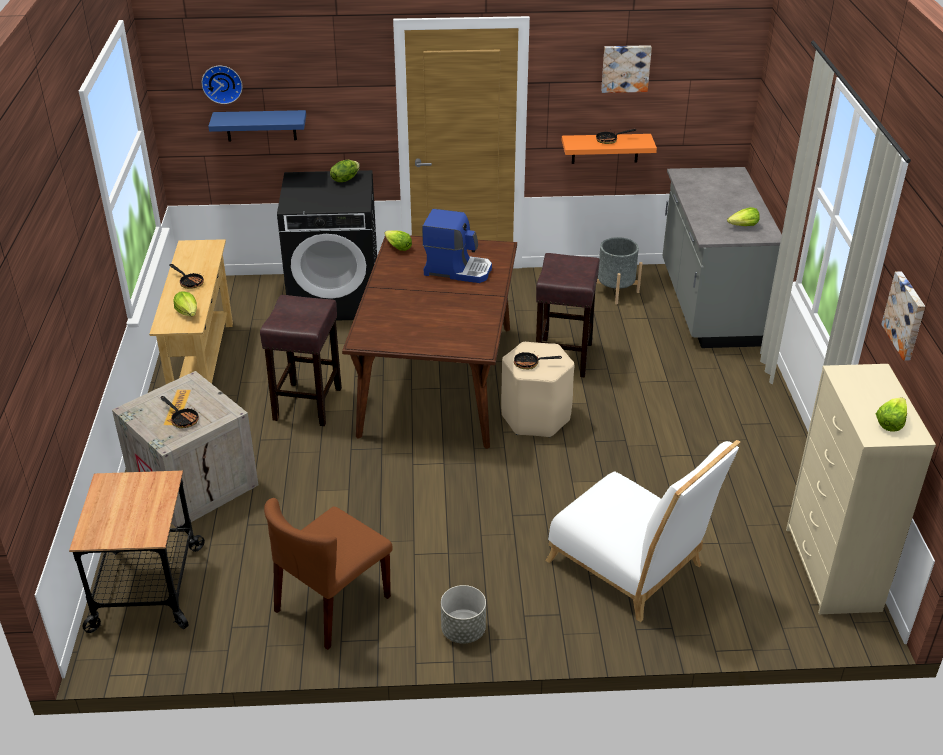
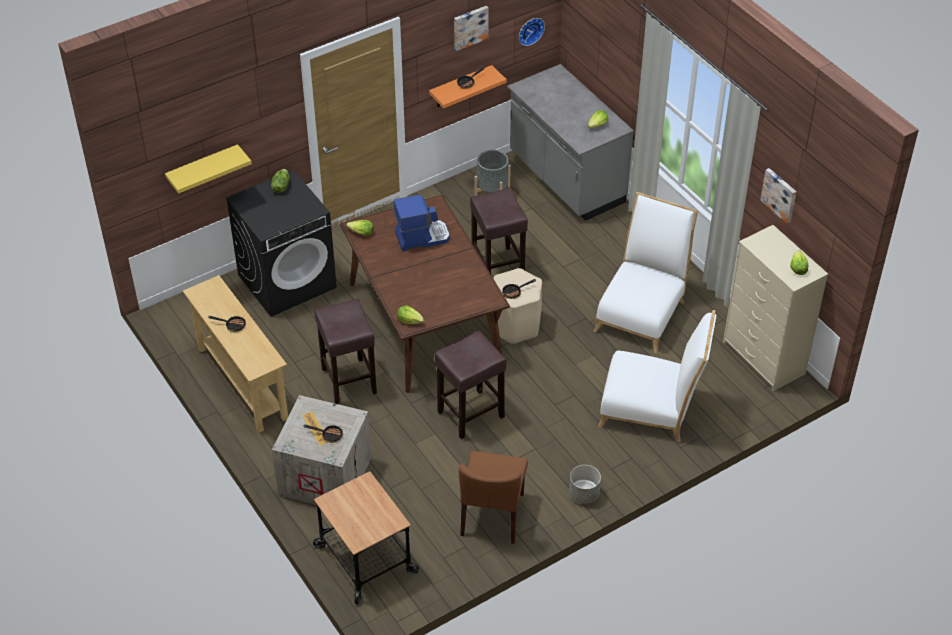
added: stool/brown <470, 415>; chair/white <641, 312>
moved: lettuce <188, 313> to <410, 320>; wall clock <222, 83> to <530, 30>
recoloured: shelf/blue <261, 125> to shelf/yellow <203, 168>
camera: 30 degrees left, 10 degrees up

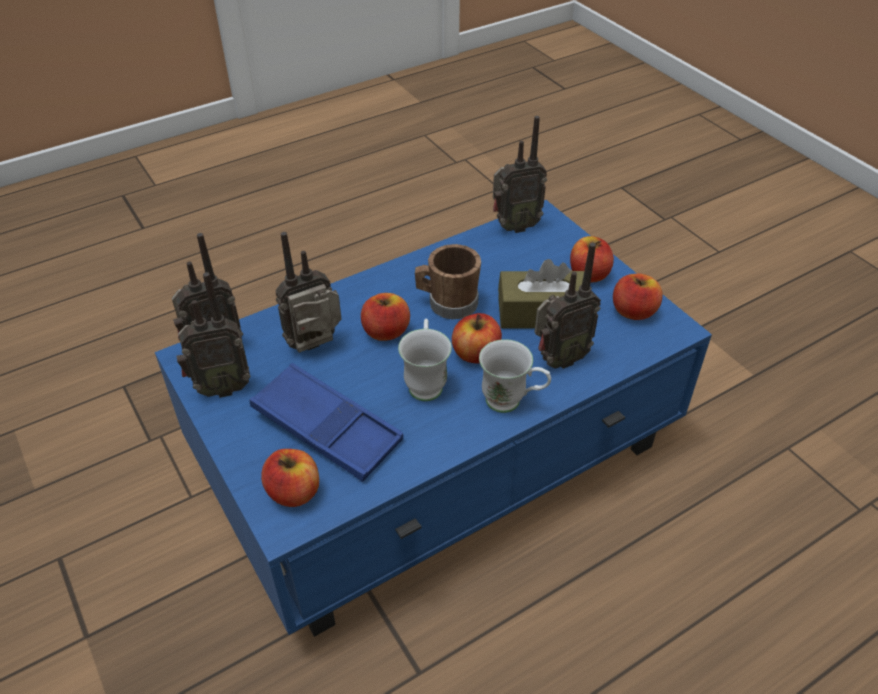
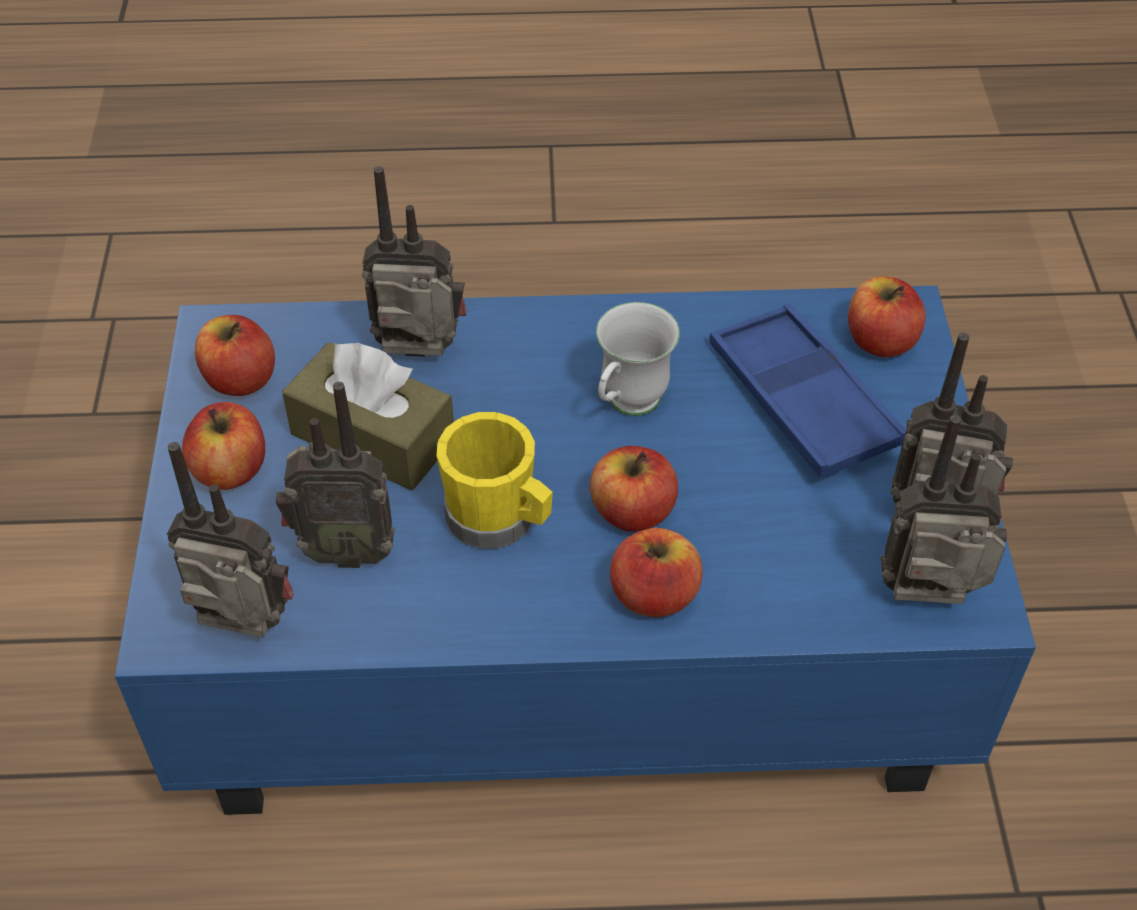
removed: mug/white <512, 403>
moved: radio <317, 348> to <345, 550>; apple <476, 353> to <654, 595>
recoloured: mug/brown <447, 303> to mug/yellow <499, 519>
camera: 150 degrees left, 5 degrees up

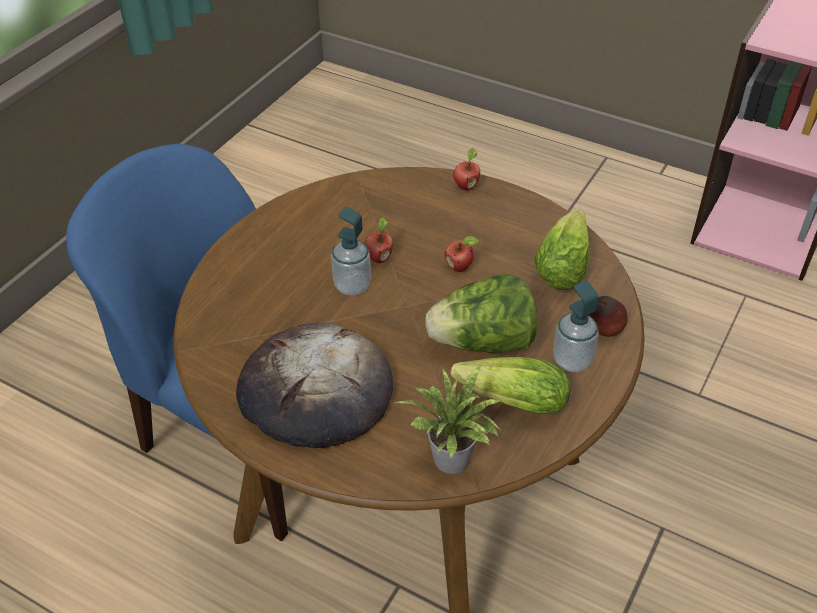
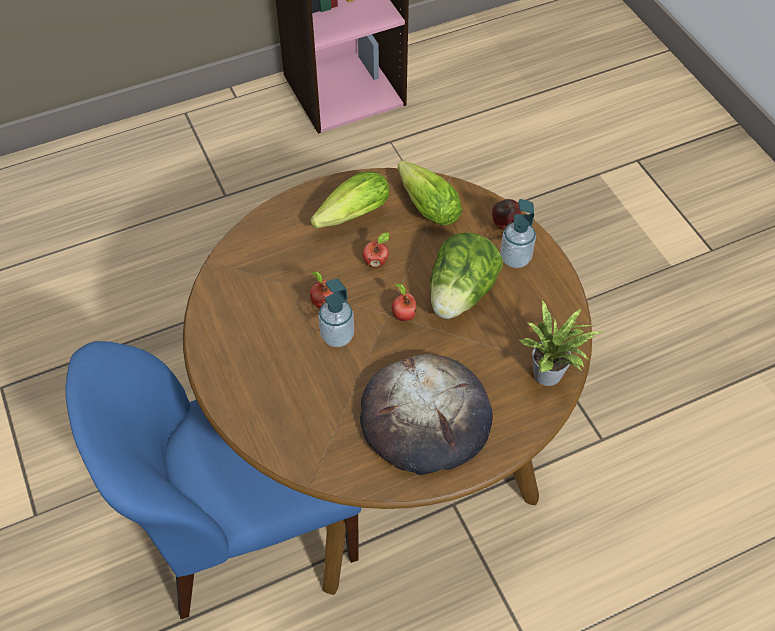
moved: lettuce <507, 401> to <349, 217>; apple <466, 186> to <403, 315>
camera: 55 degrees left, 10 degrees up

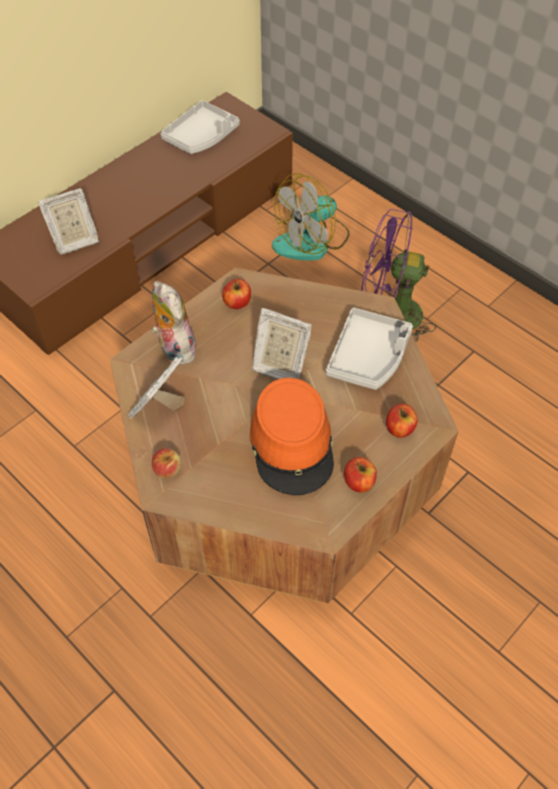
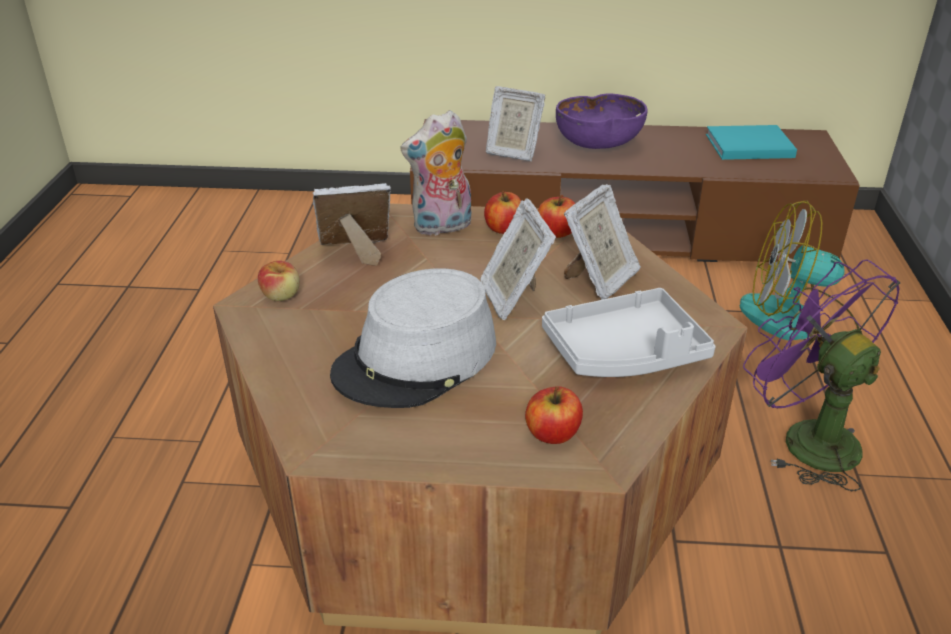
added: bowl/purple <598, 144>; picture frame <599, 280>
moved: apple <359, 482> to <504, 228>
replaced: tray/grey <201, 136> to book/turquoise <746, 146>
recoloured: hat/orange <292, 443> to hat/grey <417, 359>
turned: plush toy <174, 348> = <442, 227> 135 degrees counterclockwise
camera: 50 degrees right, 20 degrees down

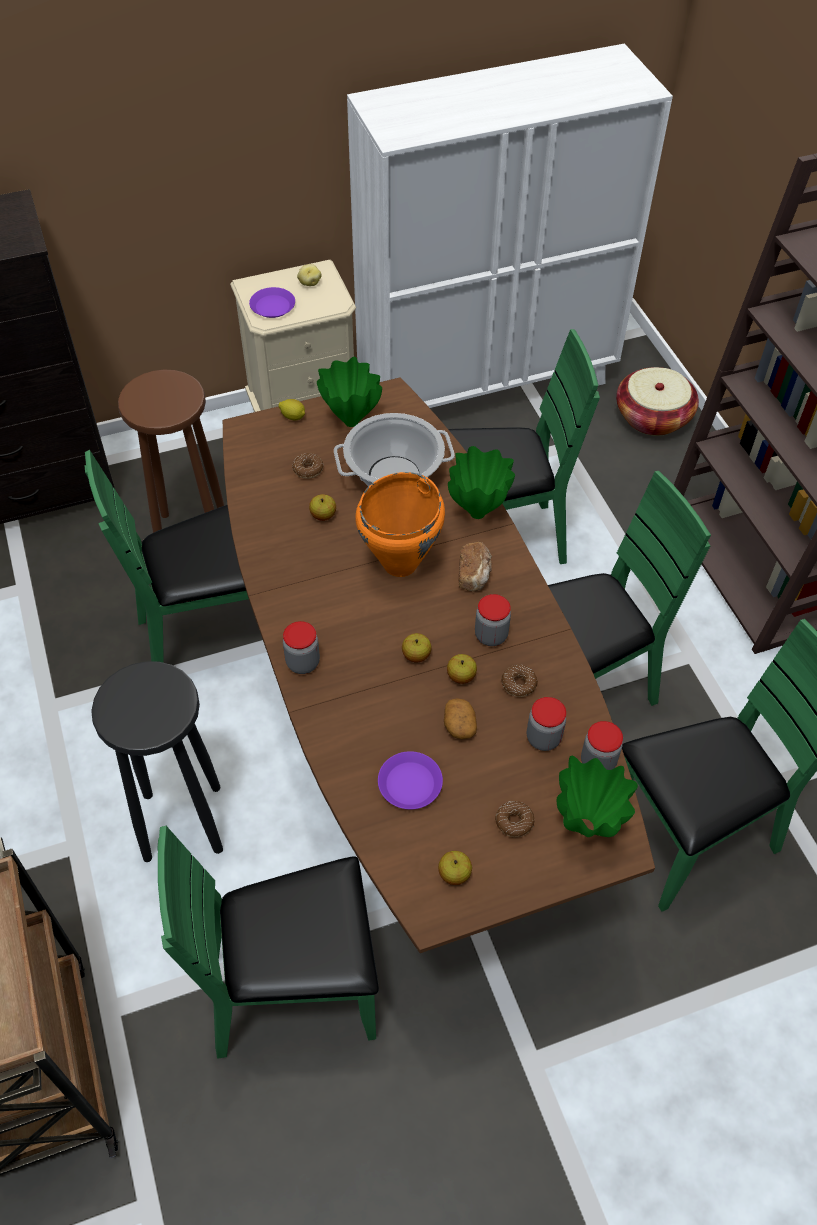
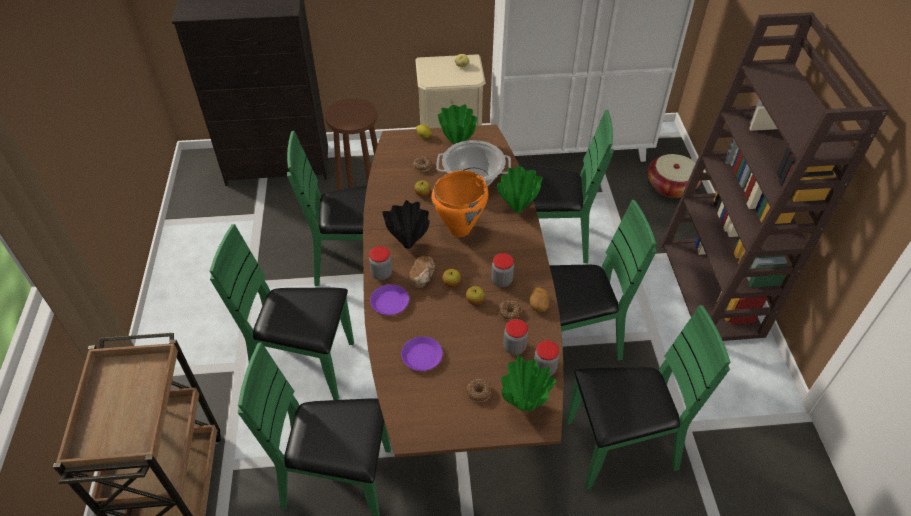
removed: apple <454, 874>
added: vase/black <409, 245>
moved: plate/purple <272, 307> to <389, 302>; potato <459, 725> to <538, 304>; bread <474, 574> to <422, 277>
replaced: stool/black <182, 820> to chair/green <305, 365>
camera: 15 degrees right, 5 degrees down

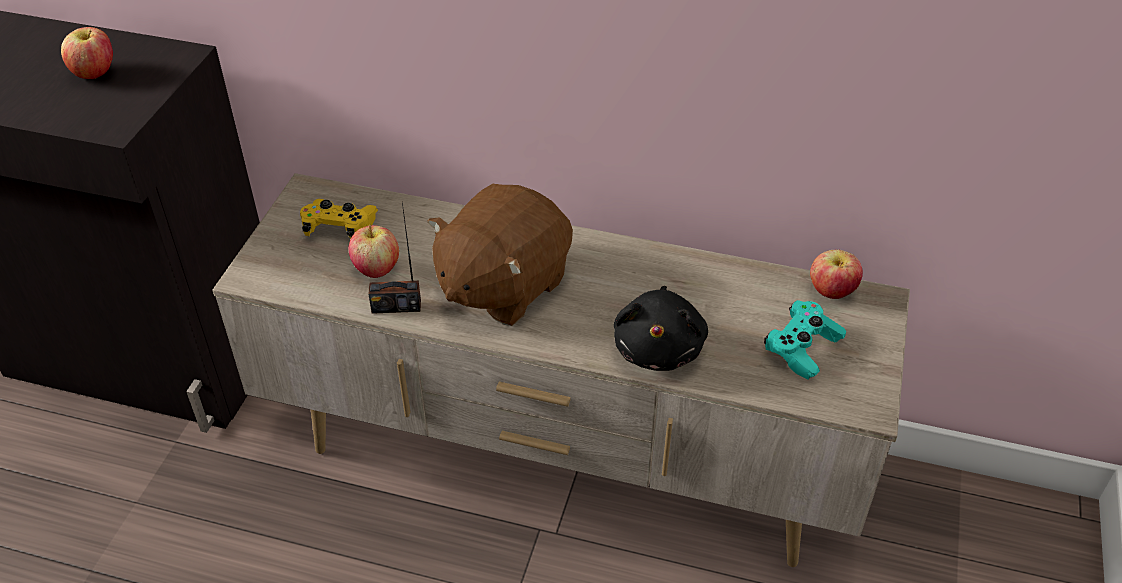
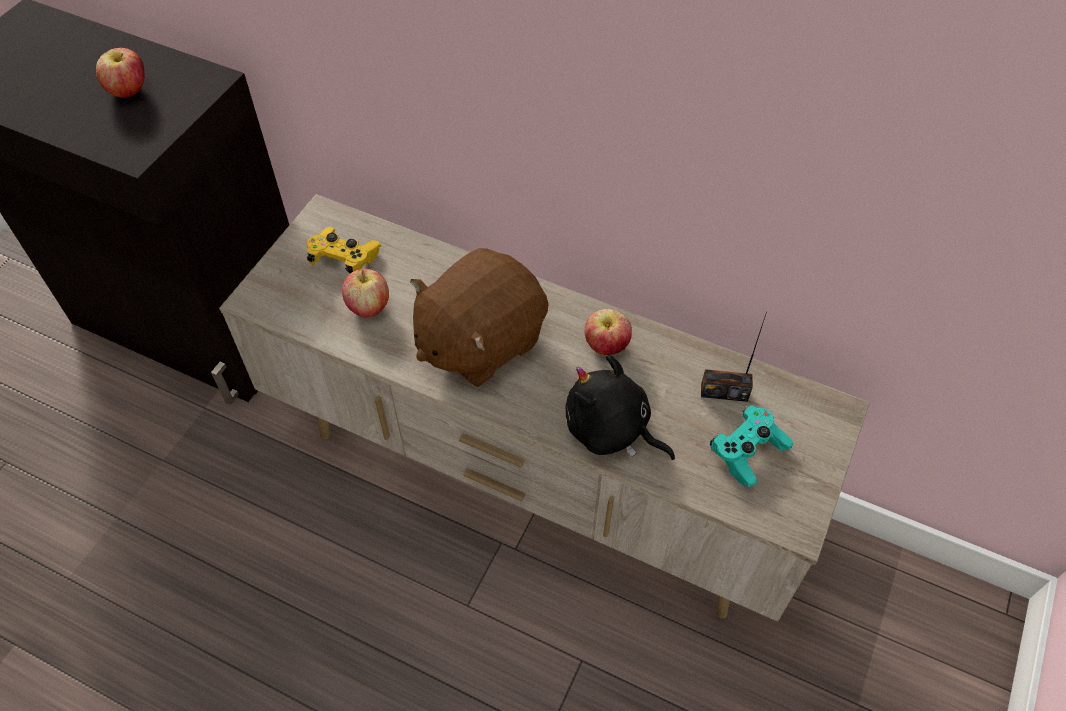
moved: radio <396, 306> to <724, 392>; apple <831, 292> to <606, 346>
turned: plush toy/black <659, 347> = <611, 430> 105 degrees clockwise
camera: 10 degrees right, 10 degrees up

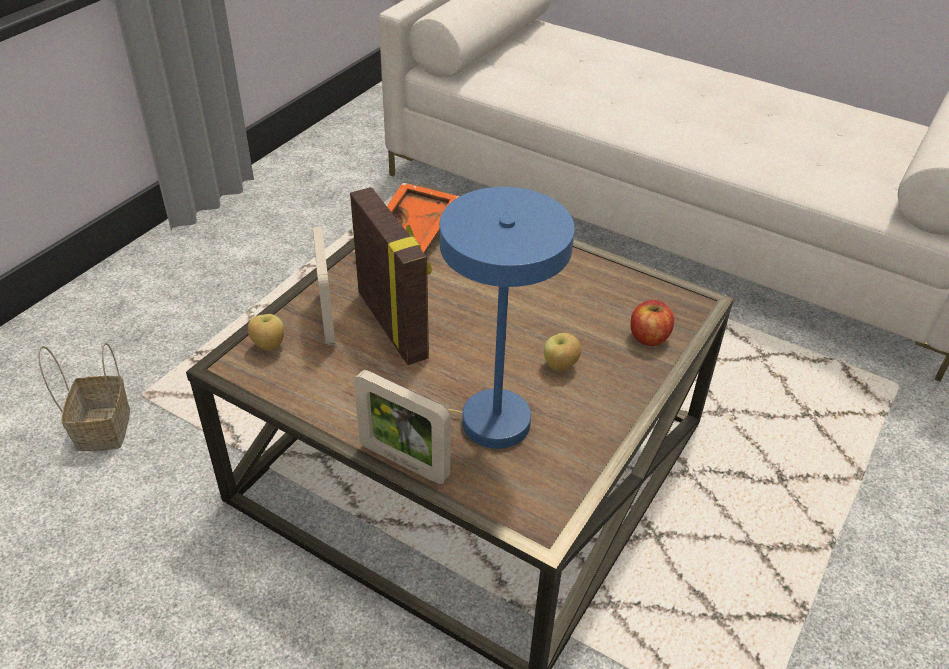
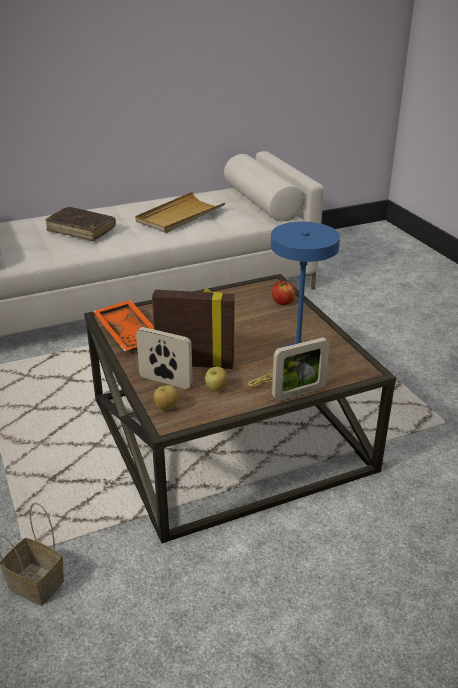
added: book/brown <81, 230>; tray/beige <180, 216>
moved: apple <560, 366> to <216, 389>
camera: 55 degrees left, 10 degrees down

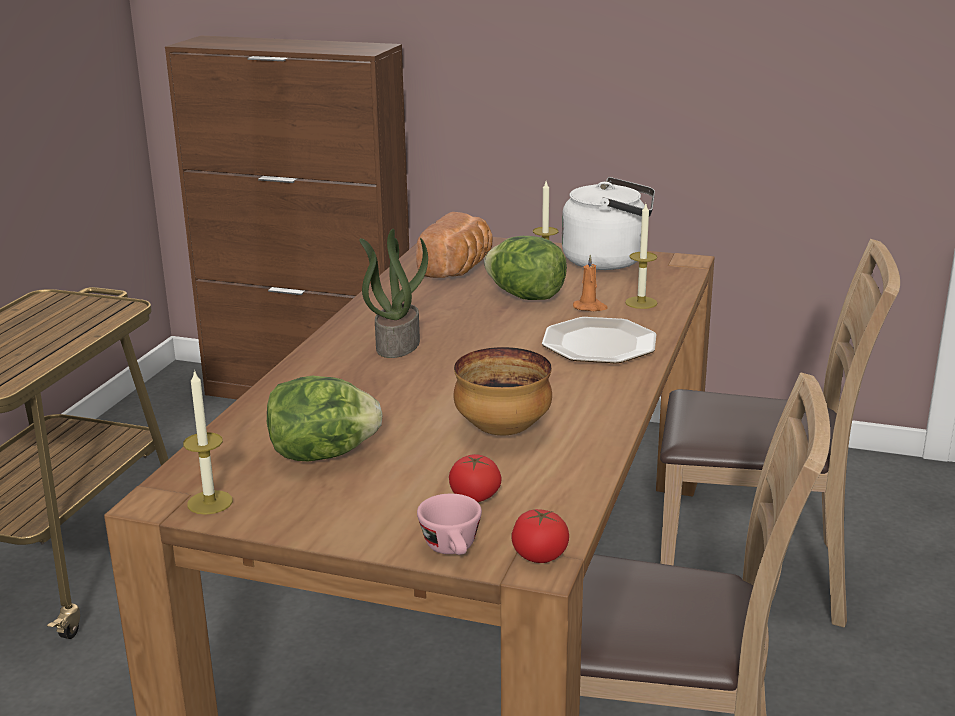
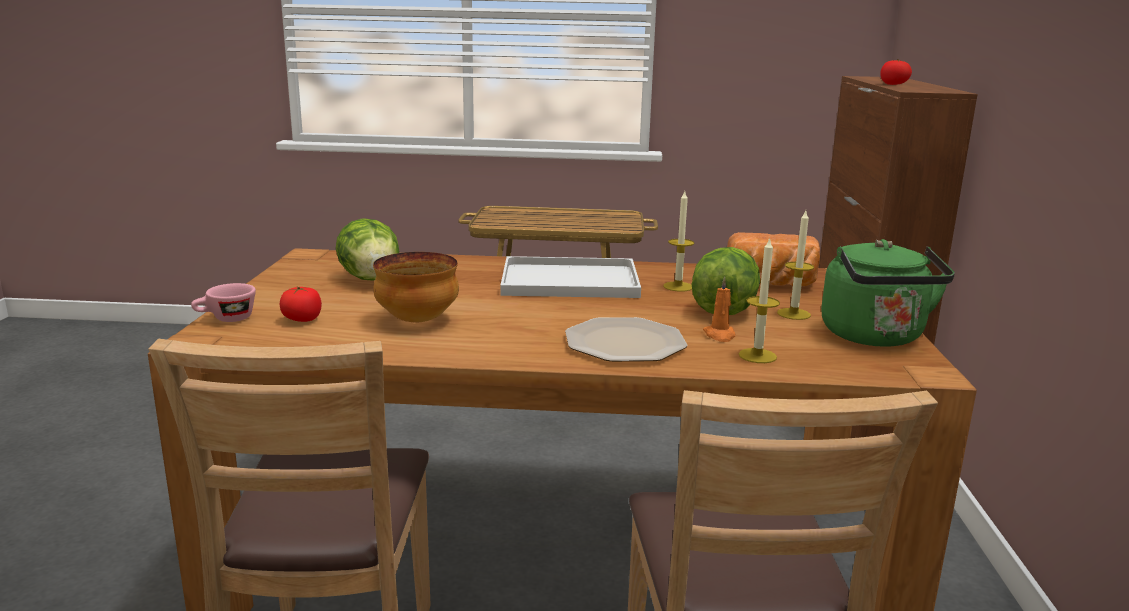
moved: candle <210, 502> to <678, 286>; tomato <539, 555> to <893, 84>
replaced: potted plant <397, 345> to tray/white <572, 280>
recoloured: kettle/white <609, 261> to kettle/green <875, 337>
camera: 75 degrees right, 5 degrees down

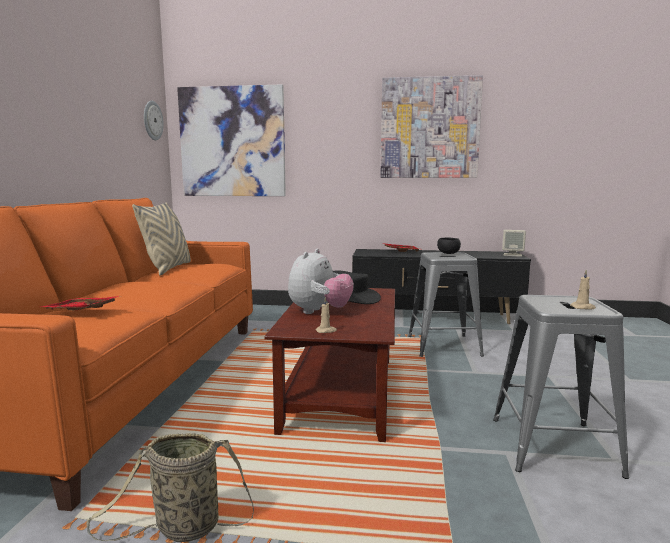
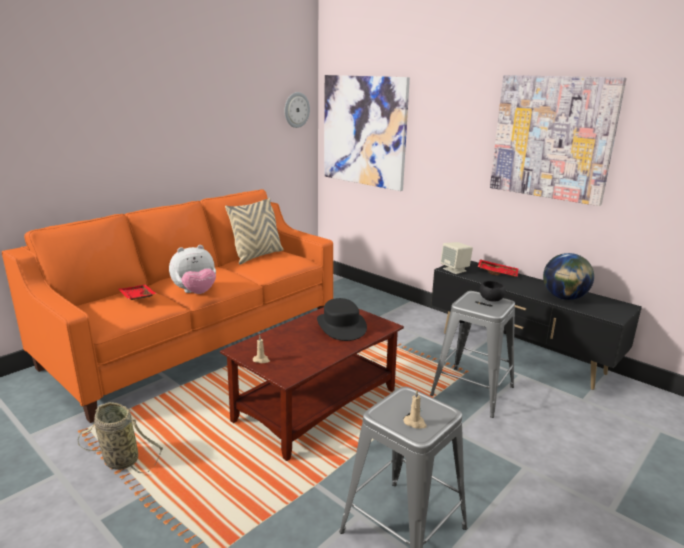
added: globe <564, 298>
moved: plush toy <319, 312> to <196, 292>; speaker/beige <512, 255> to <455, 270>
camera: 35 degrees right, 10 degrees up

